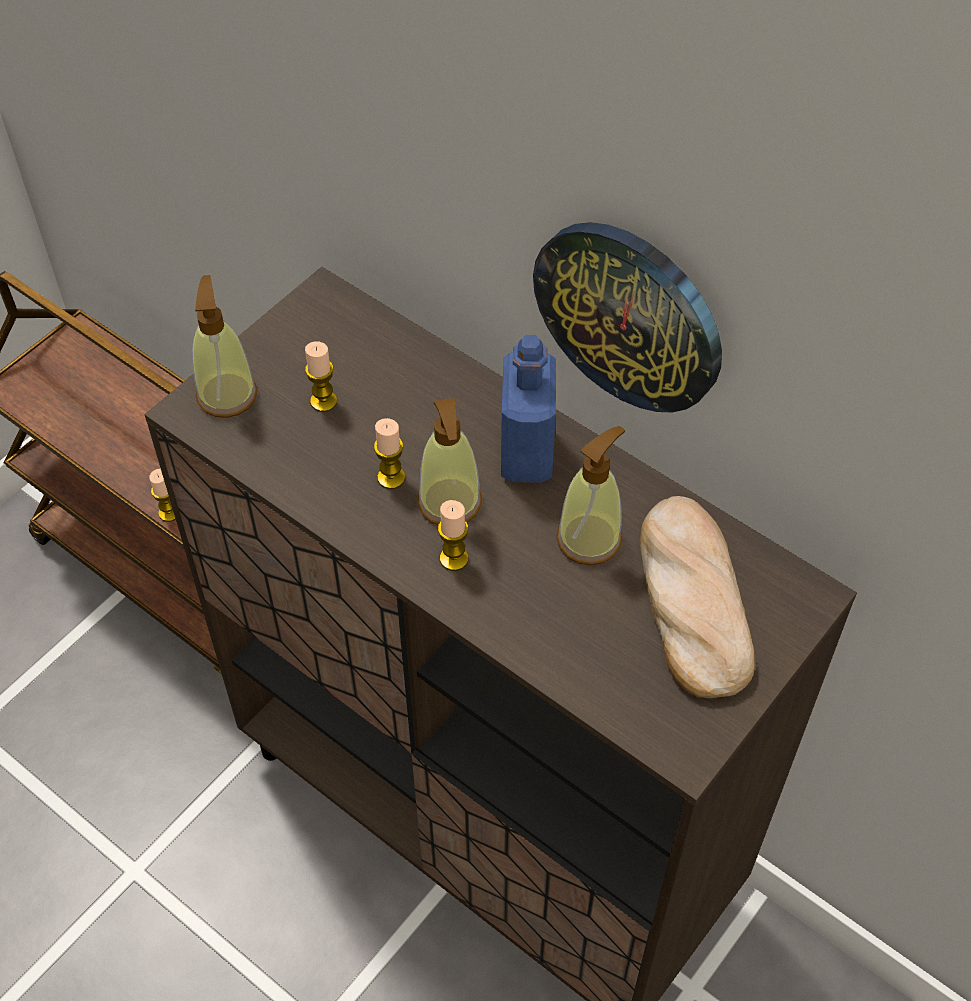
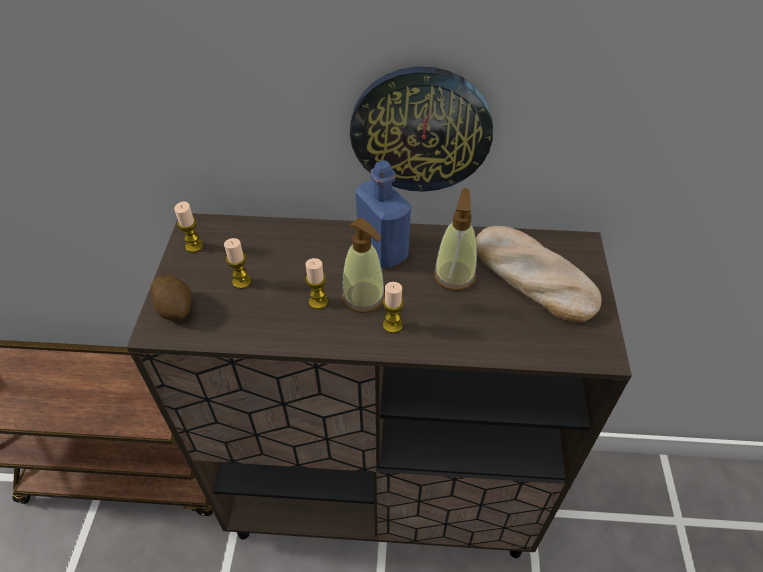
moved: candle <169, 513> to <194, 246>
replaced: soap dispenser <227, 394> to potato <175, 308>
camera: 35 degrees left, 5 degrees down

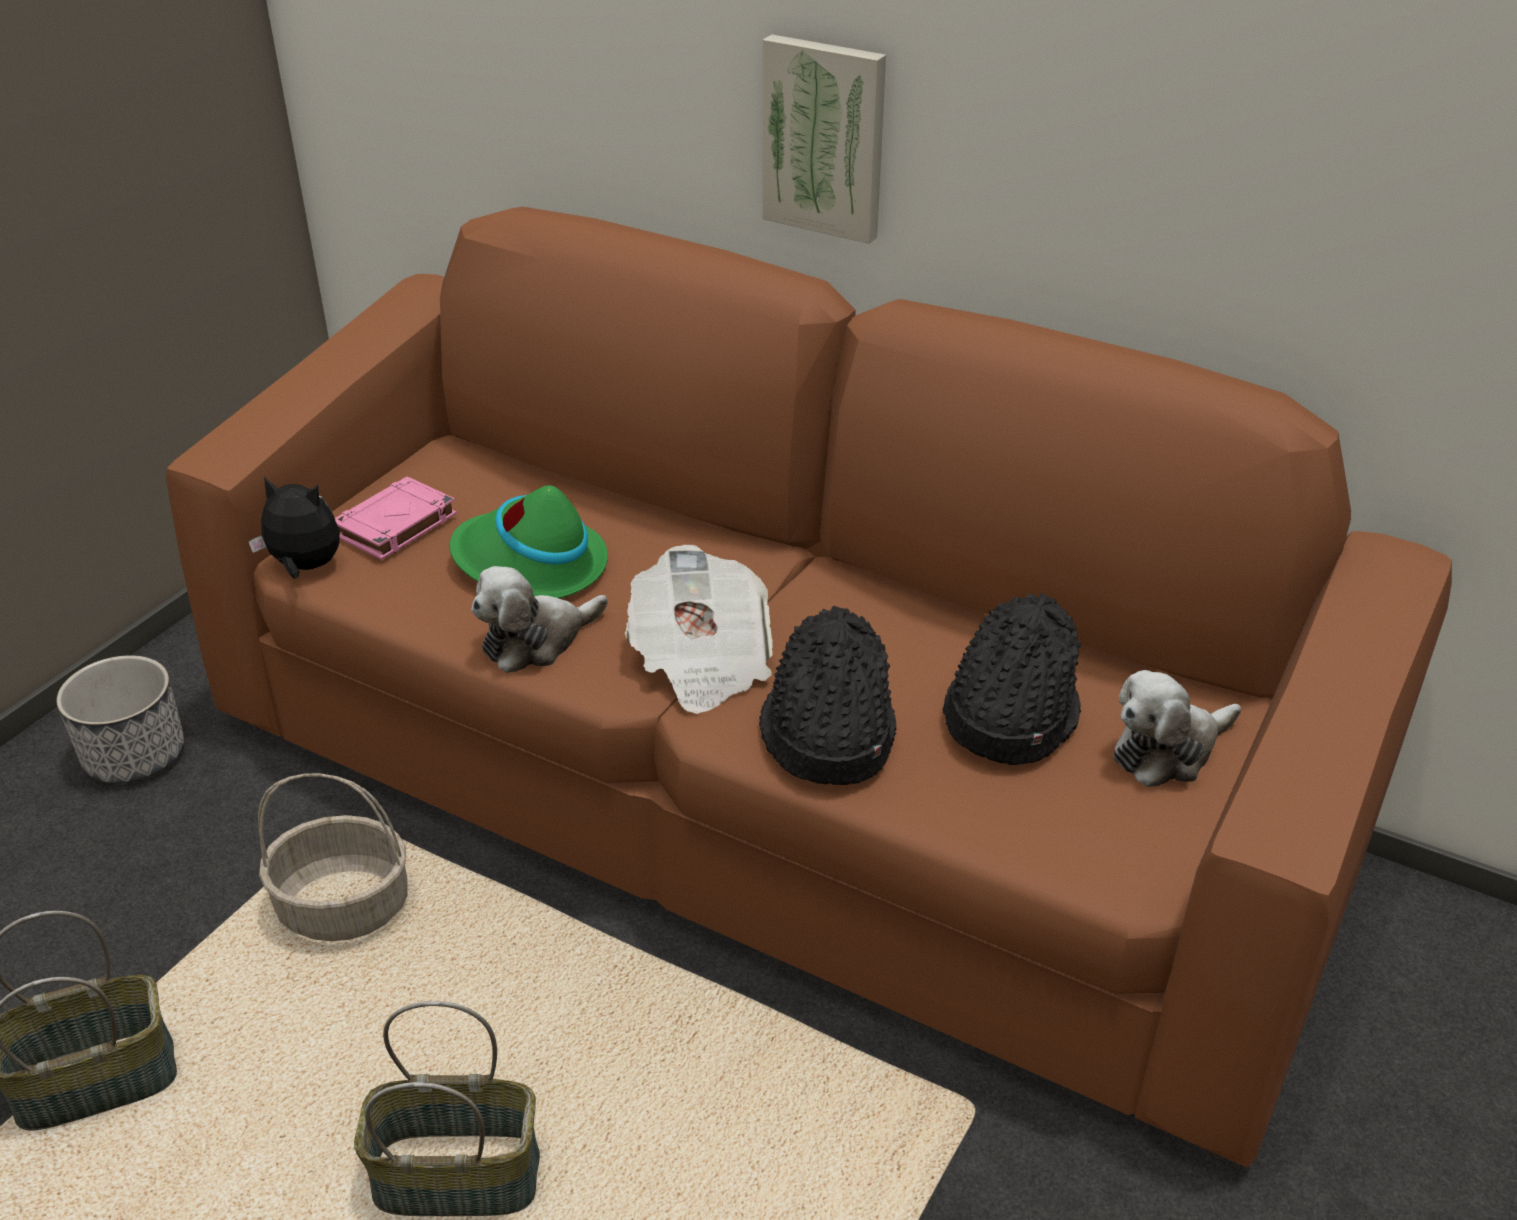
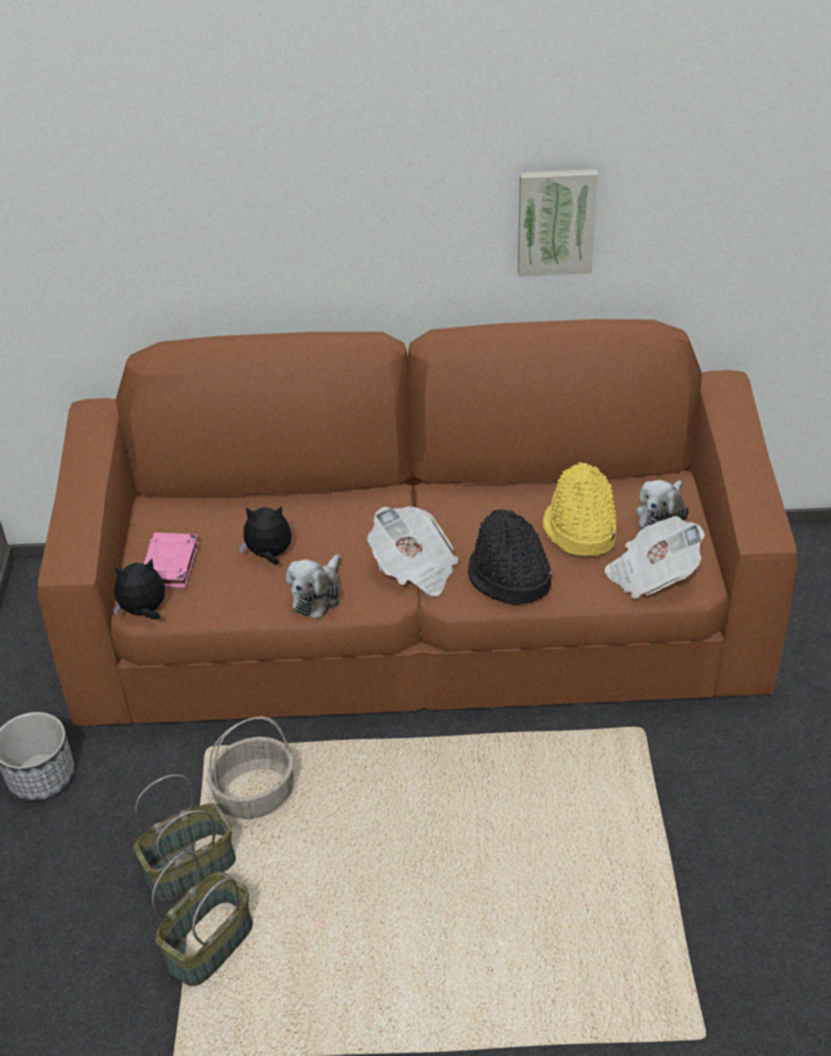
added: newspaper <651, 575>
moved: basket <459, 1175> to <190, 866>; picture <825, 137> to <556, 221>
replaced: hat/green <530, 565> to plush toy <269, 555>
recoloured: hat/black <1008, 715> to hat/yellow <579, 530>
camera: 30 degrees left, 5 degrees up

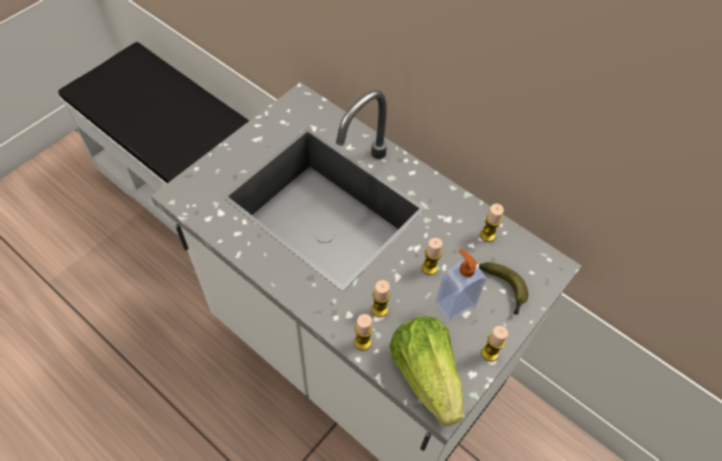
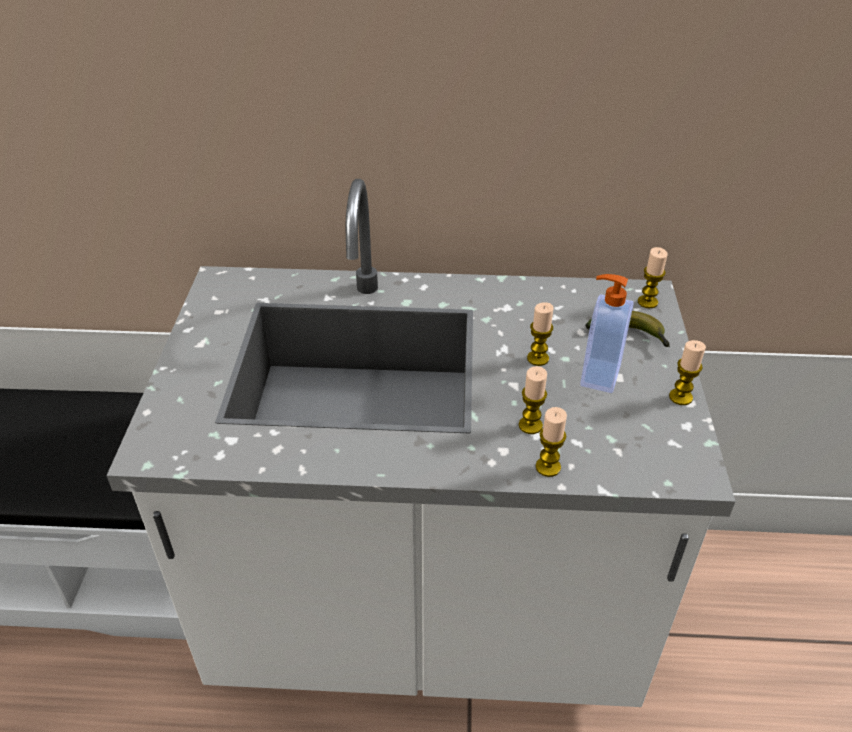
removed: lettuce <426, 375>
moved: candle <487, 235> to <647, 302>
camera: 35 degrees left, 15 degrees down

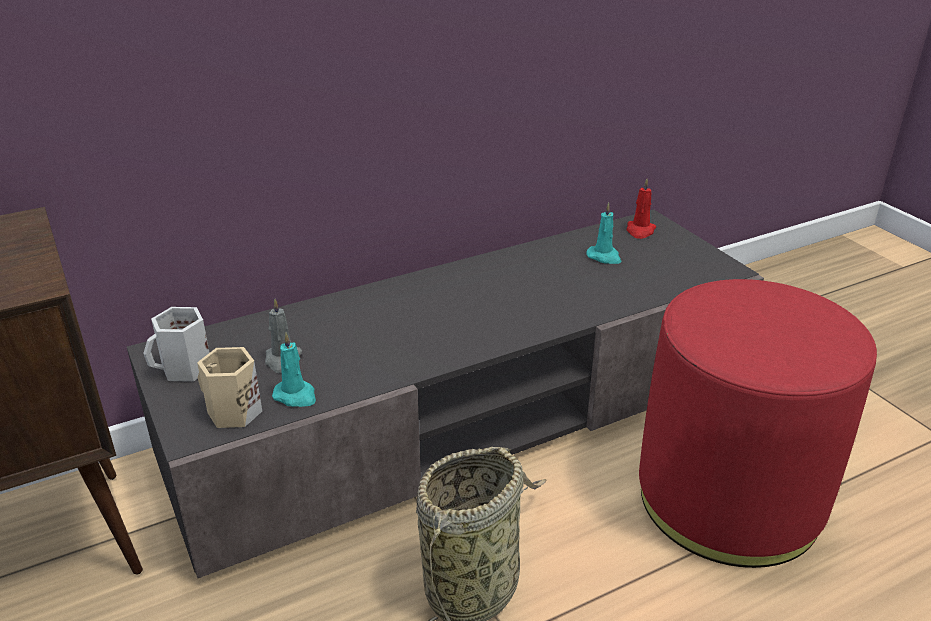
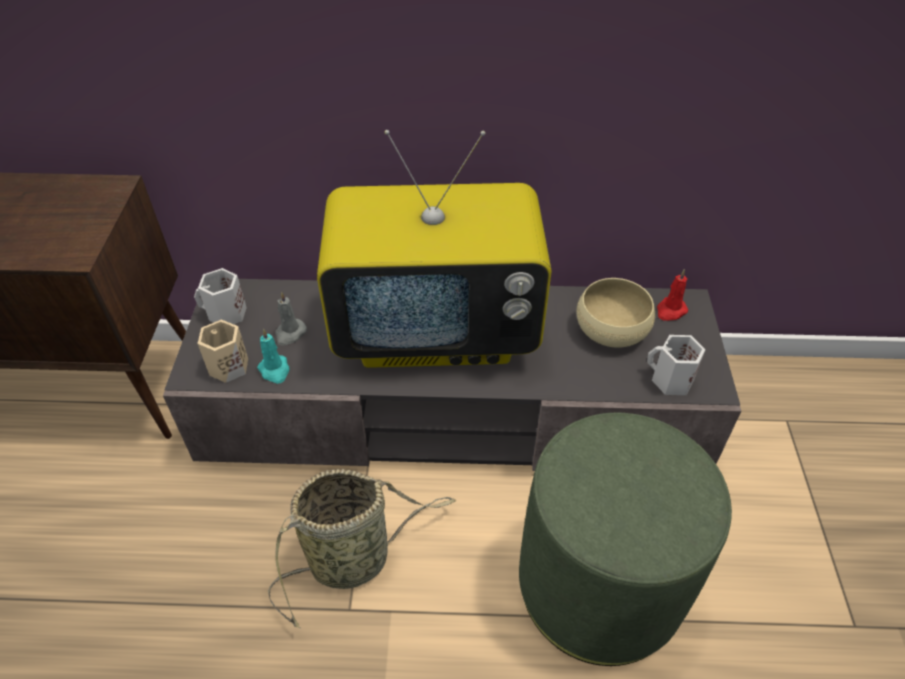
added: television <437, 331>; mug/white <670, 381>
replaced: candle/turquoise <604, 257> to bowl/beige <611, 328>
recoloured: ottoman/red <728, 499> to ottoman/green <598, 585>
camera: 30 degrees right, 15 degrees up

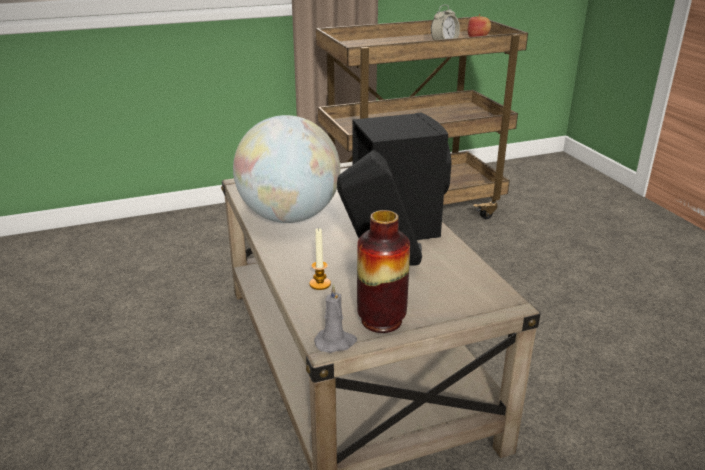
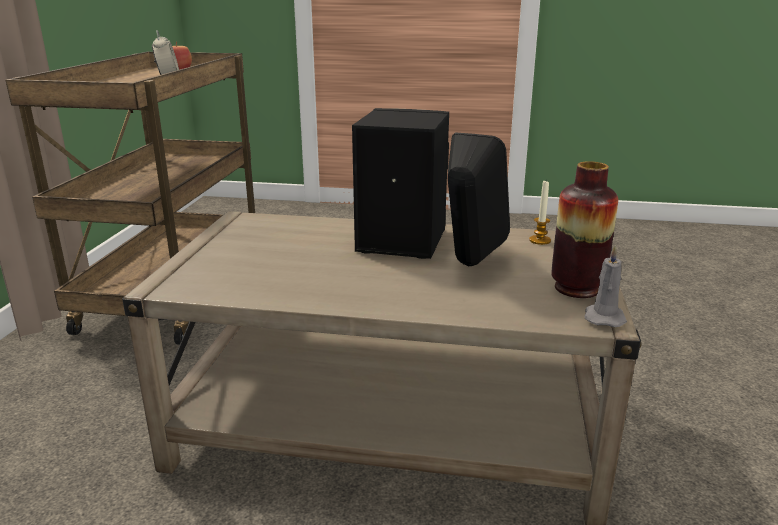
removed: globe <289, 217>
moved: candle <320, 284> to <539, 240>
camera: 60 degrees left, 5 degrees down

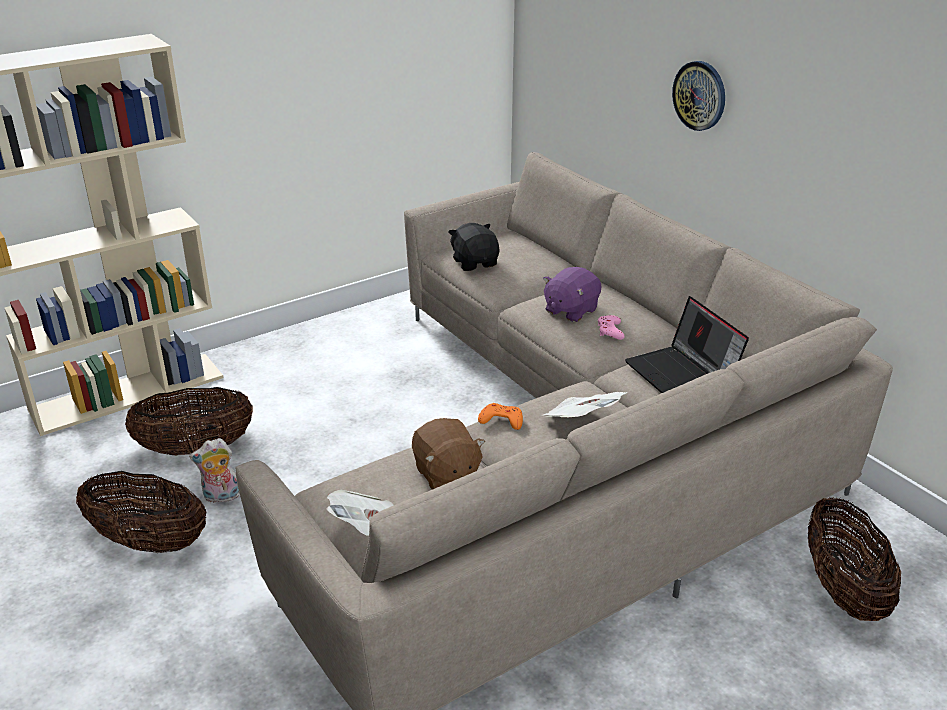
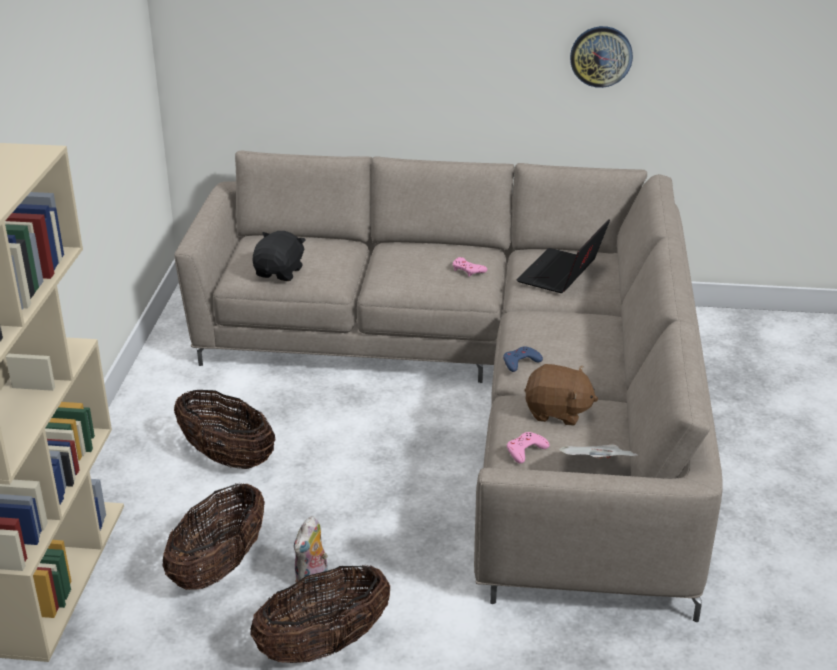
removed: newspaper <582, 422>; plush toy/purple <570, 310>
added: game controller/pink <525, 450>
moved: wall clock <700, 95> to <601, 56>; basket <842, 590> to <227, 457>
recoloured: game controller/orange <501, 420> to game controller/blue <520, 362>
turned: plush toy/black <475, 263> = <280, 272> 90 degrees clockwise; laptop <683, 376> = <562, 274> 105 degrees clockwise
camera: 50 degrees left, 0 degrees up

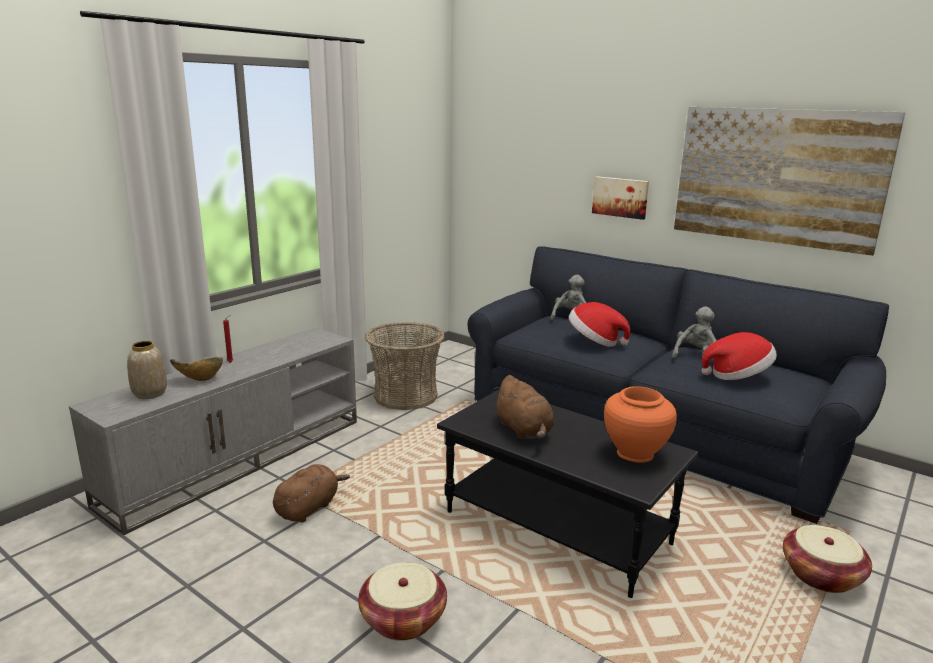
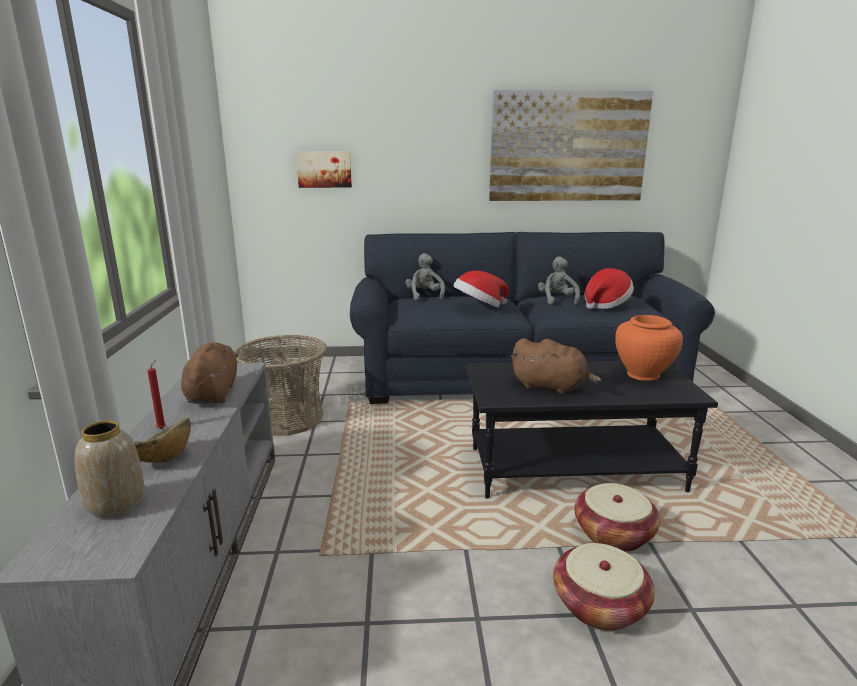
moved: plush toy/brown <309, 508> to <213, 393>; picture <620, 197> to <324, 169>; basket <821, 575> to <613, 534>
camera: 40 degrees left, 0 degrees up

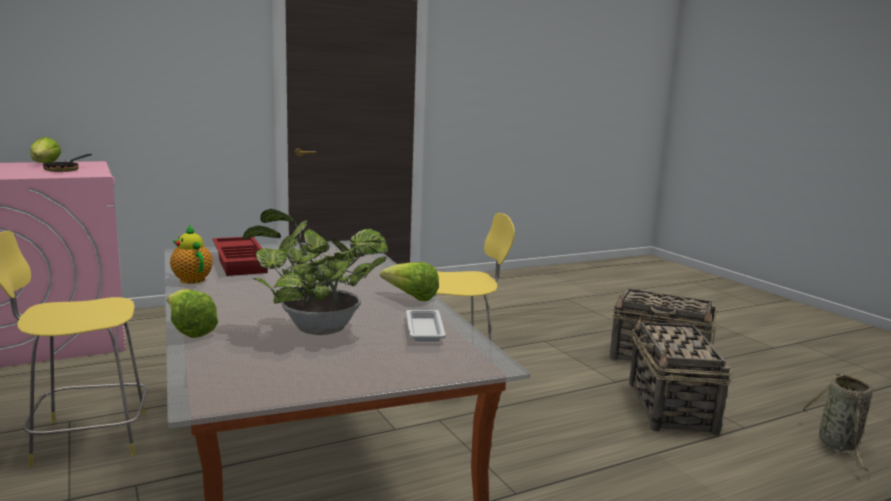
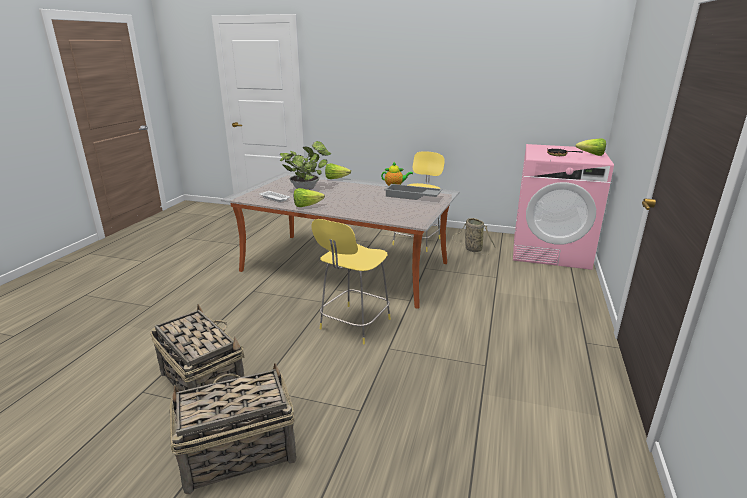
moved: basket <838, 445> to <472, 249>
recoloured: tray/red <242, 261> to tray/grey <412, 196>
camera: 135 degrees right, 10 degrees up

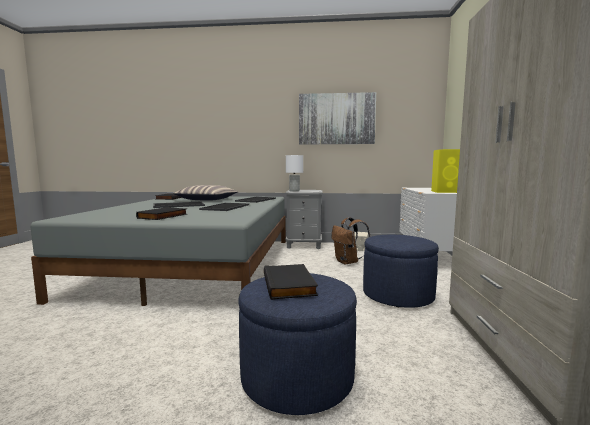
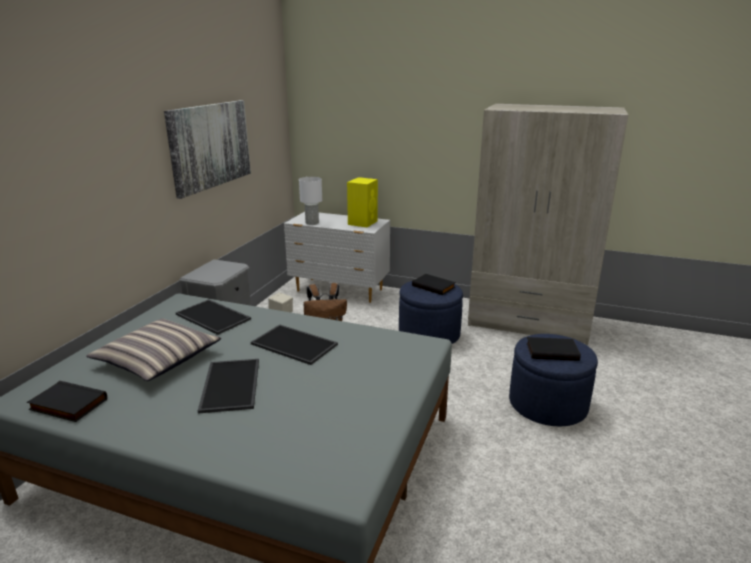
moved: book/black <163, 216> to <434, 286>; table lamp/white <294, 190> to <312, 223>
camera: 75 degrees left, 15 degrees up

